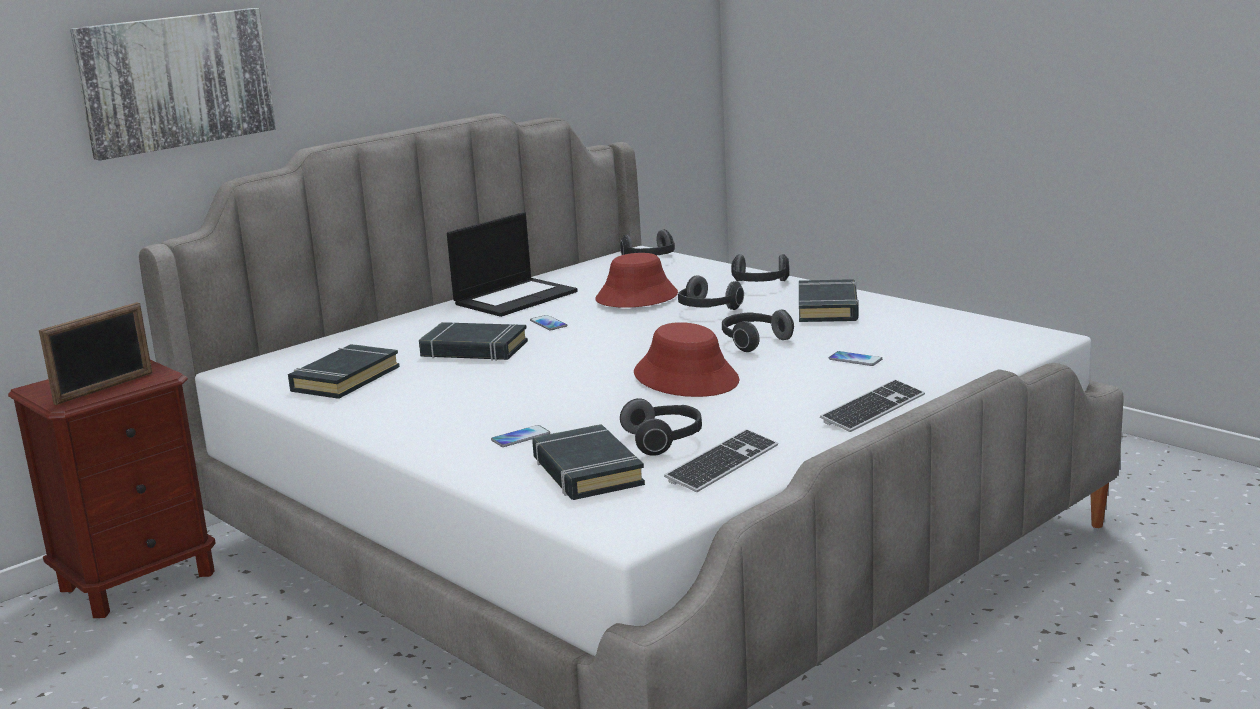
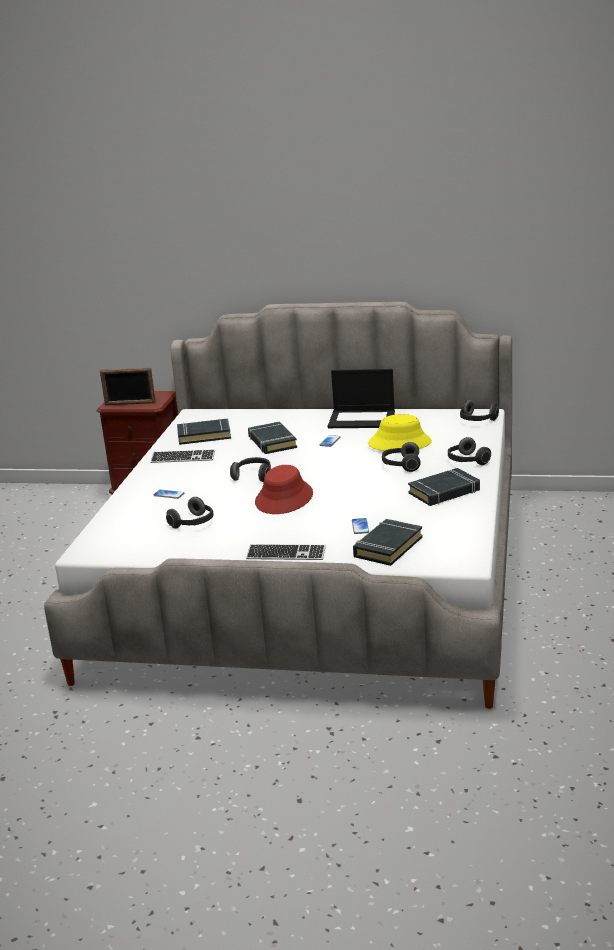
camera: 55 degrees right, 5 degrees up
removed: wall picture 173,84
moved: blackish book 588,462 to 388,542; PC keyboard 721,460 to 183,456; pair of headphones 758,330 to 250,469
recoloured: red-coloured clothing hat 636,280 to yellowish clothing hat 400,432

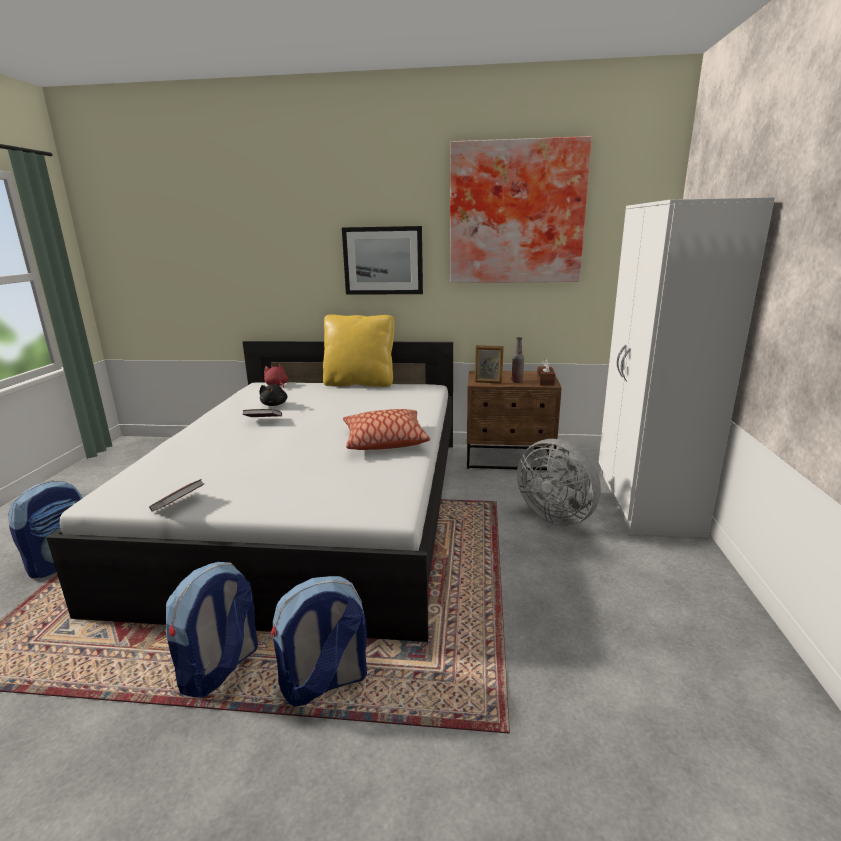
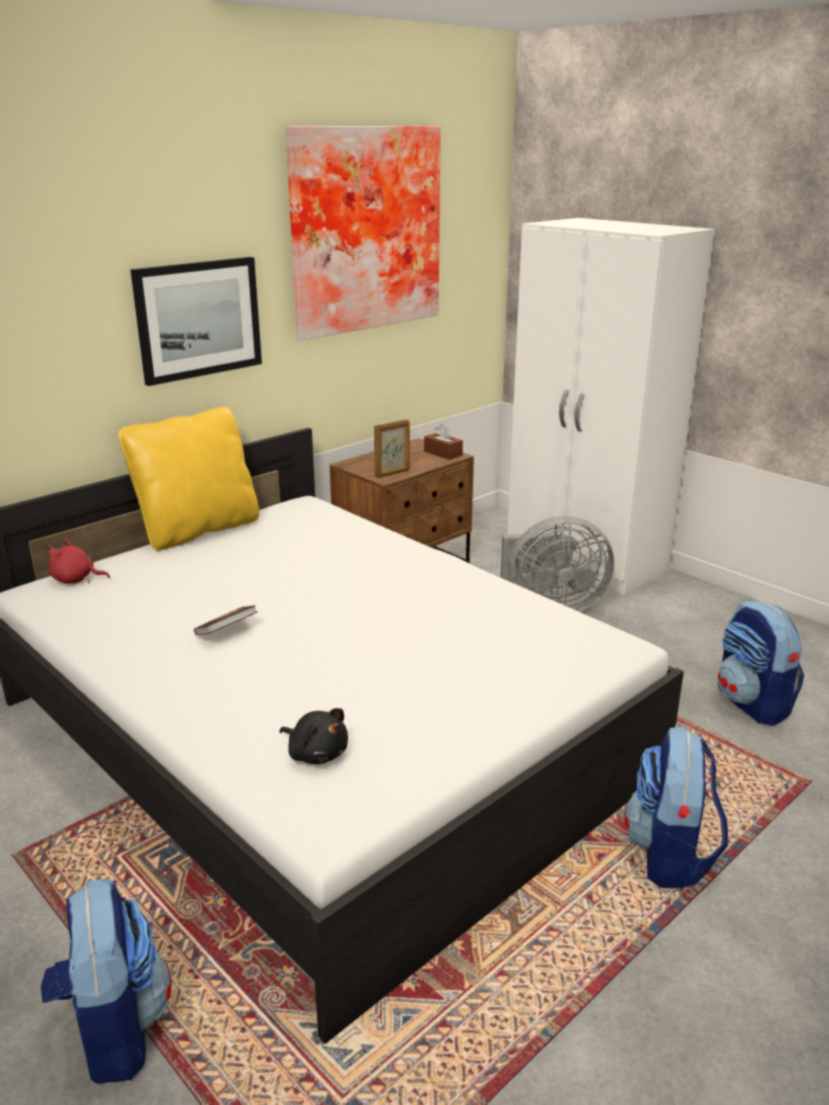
camera: 50 degrees left, 5 degrees up
removed: book 176,495; throw pillow 386,429; drink bottle 517,360
moved: knapsack 212,630 to 761,663; blackish plush toy 273,395 to 313,736

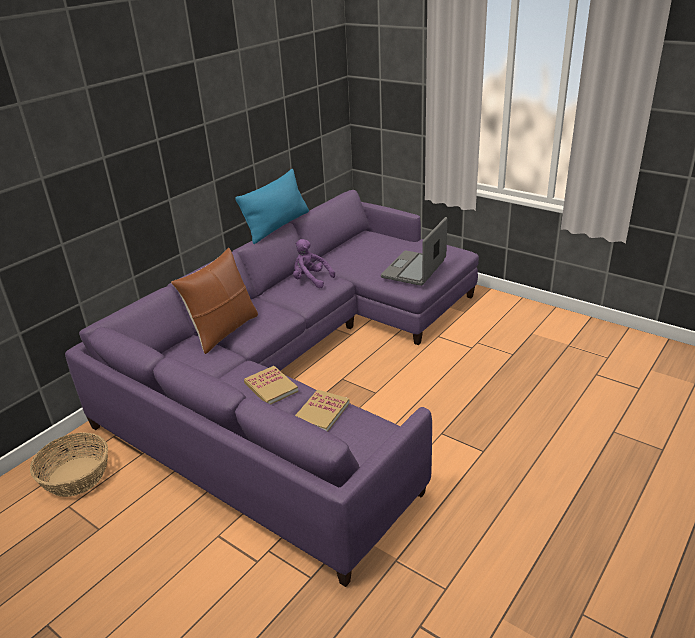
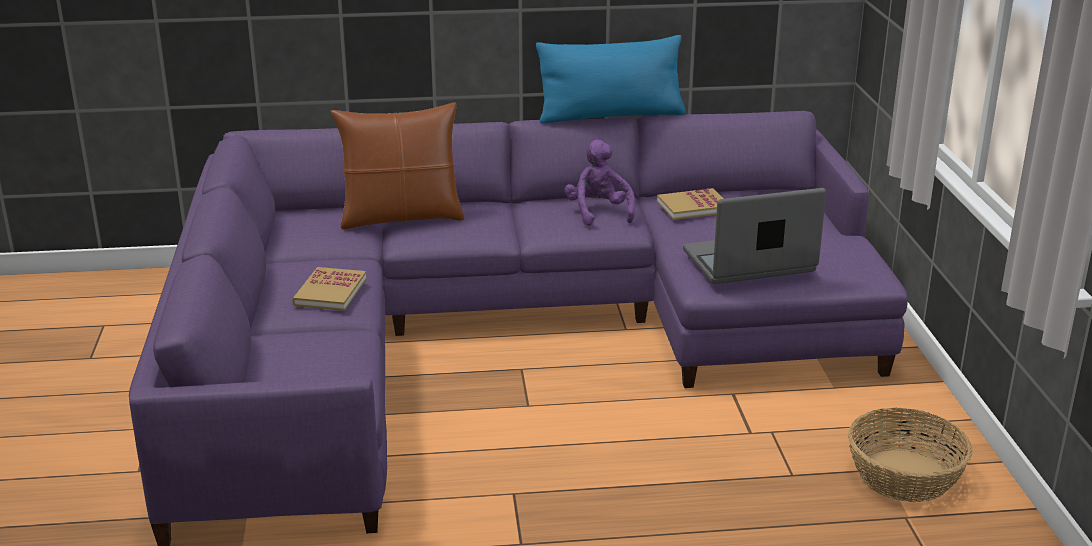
camera: 45 degrees right, 5 degrees down
moved: household basket 69,464 to 910,455; book 322,410 to 690,204

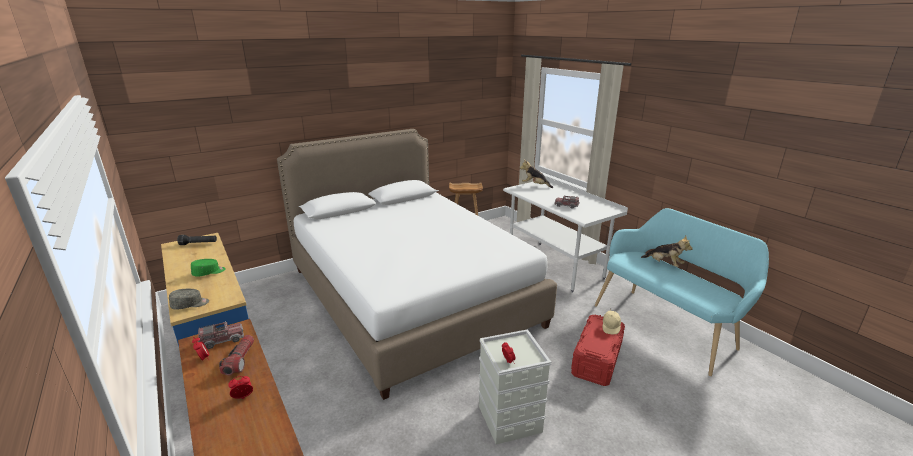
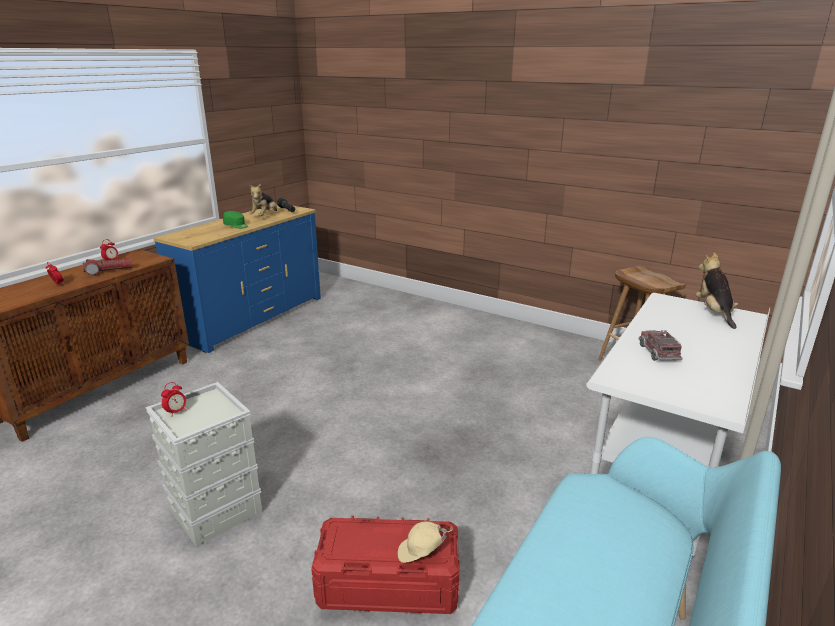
camera: 65 degrees right, 0 degrees up
removed: gray peaked cap 189,299; toy lorry 221,335; white-coloured bed 417,264
moved: plush toy 666,251 to 263,200

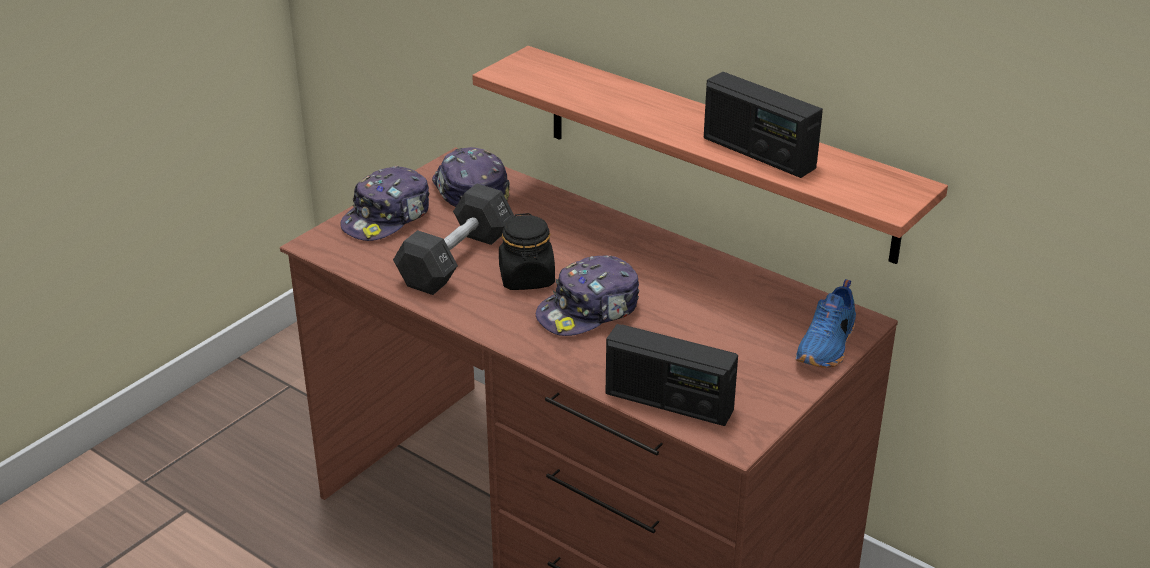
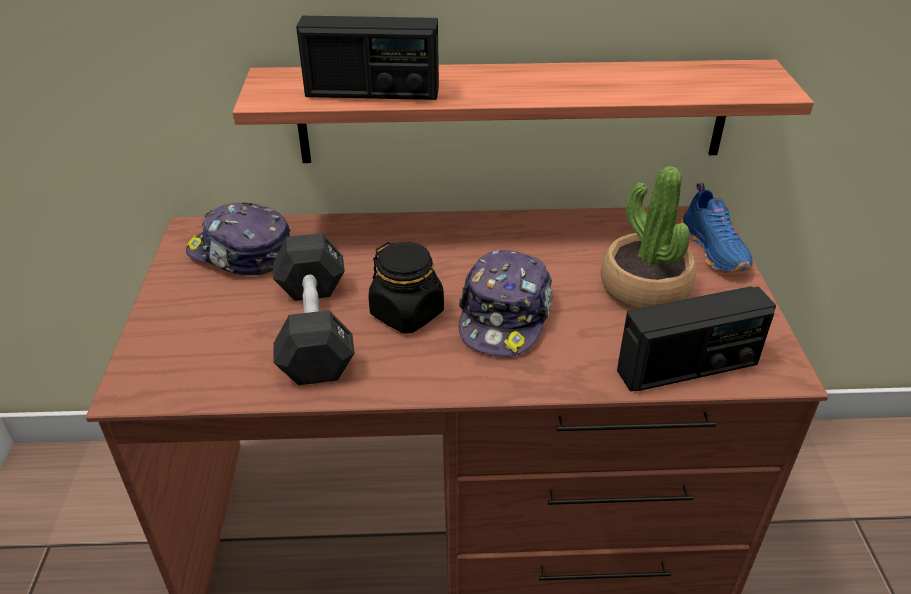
camera: 40 degrees left, 5 degrees up
removed: peaked cap 384,203
added: plant in a pot 648,237
moved: radio set 763,125 to 367,58

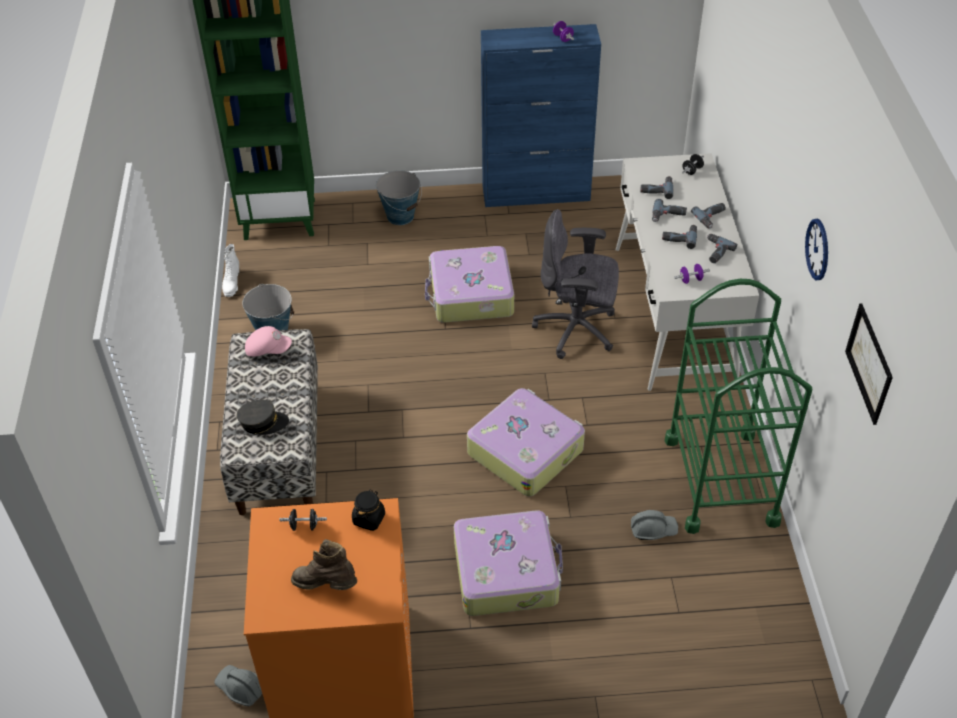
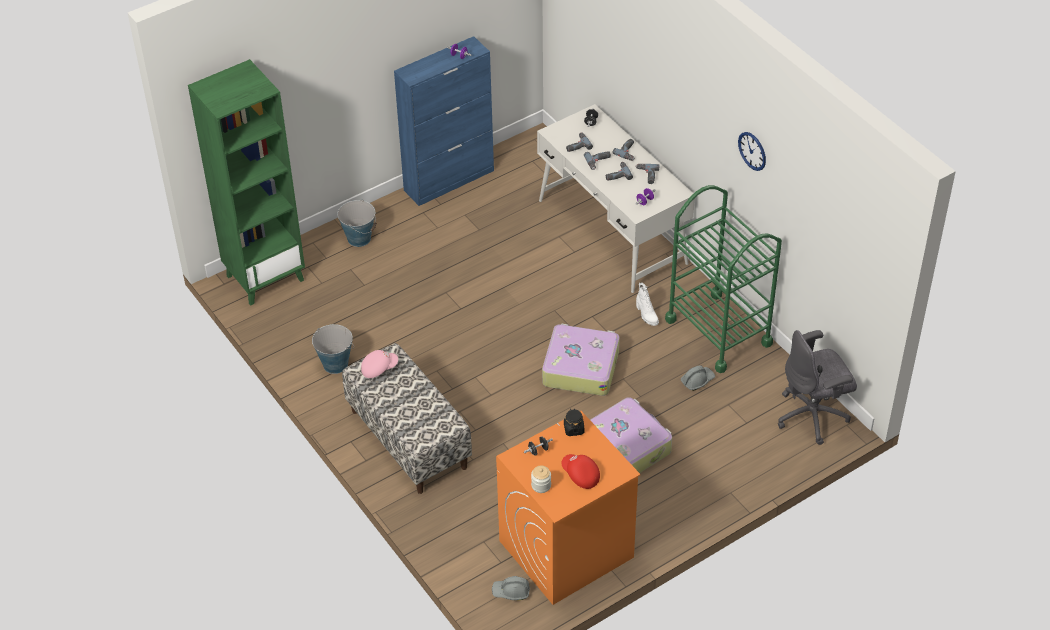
camera: 30 degrees left, 0 degrees up
removed: gray peaked cap 263,417; piece of luggage 469,284; wall picture 869,364
added: preserve jar 541,479
moved: white-coloured tall boot 230,270 to 647,304; gray office chair 575,284 to 817,387
replaced: brown-coloured tall boot 324,564 to red-coloured peaked cap 581,471

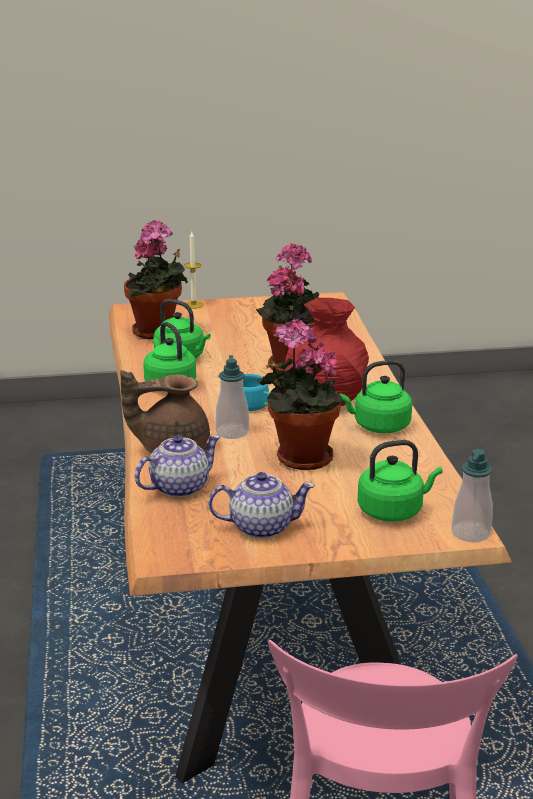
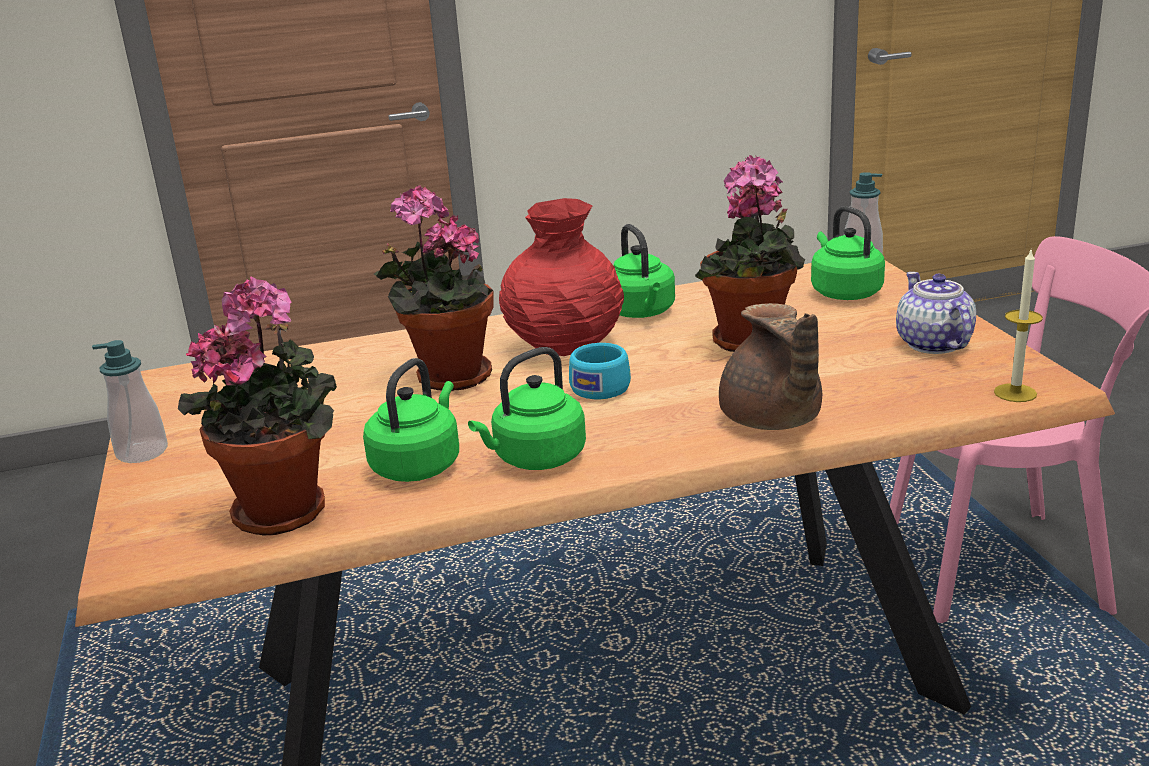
camera: 95 degrees left, 0 degrees up
removed: tea pot 178,466
moved: wax light 194,270 to 1018,325; soap bottle 232,397 to 130,401

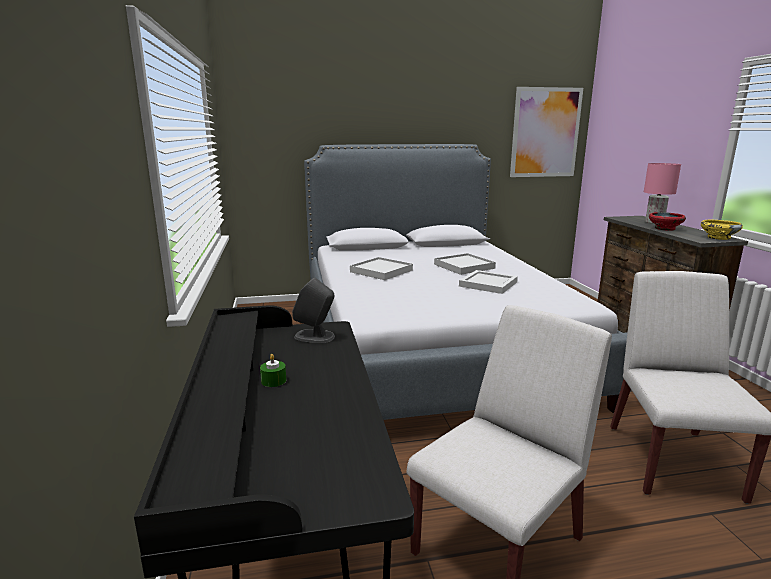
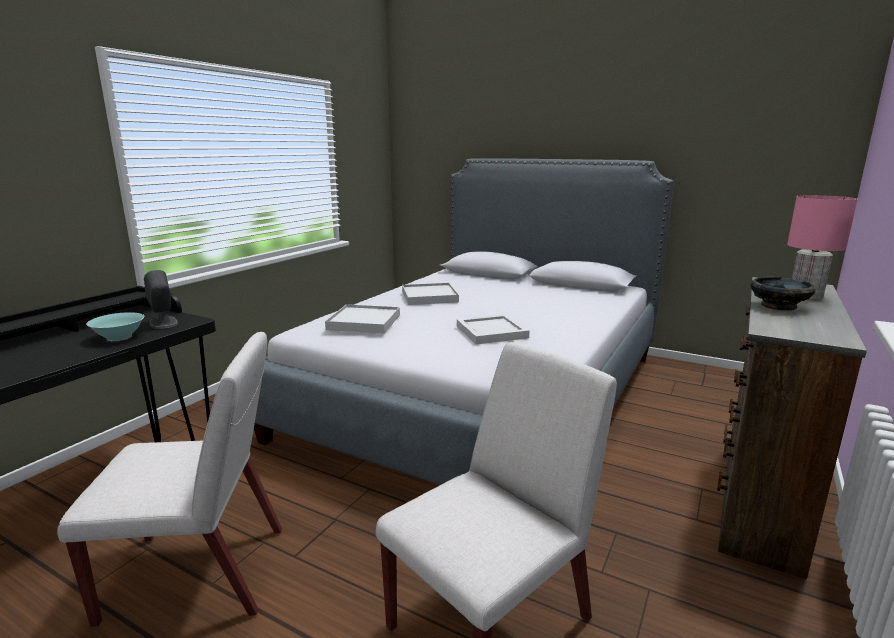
camera: 40 degrees right, 0 degrees up
removed: greenish wax light 273,370; wall picture 546,132; yellowish serving bowl 722,230
added: turquoise-coloured serving bowl 115,326
moved: white-coloured carrying tray 465,264 to 362,319
recoloured: red-coloured serving bowl 667,221 to blackish serving bowl 783,294

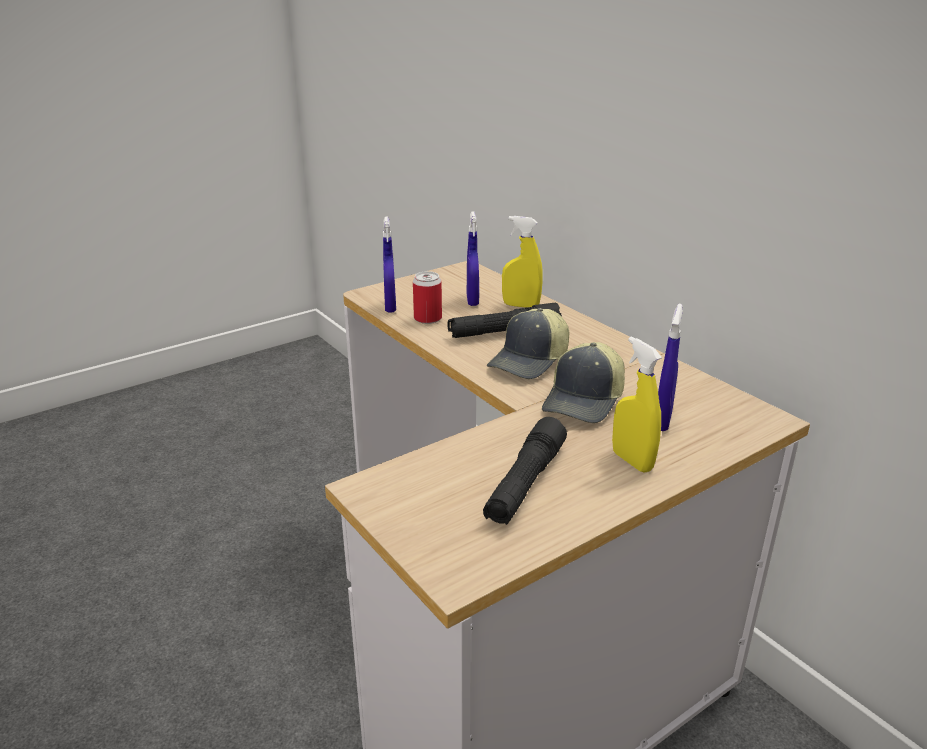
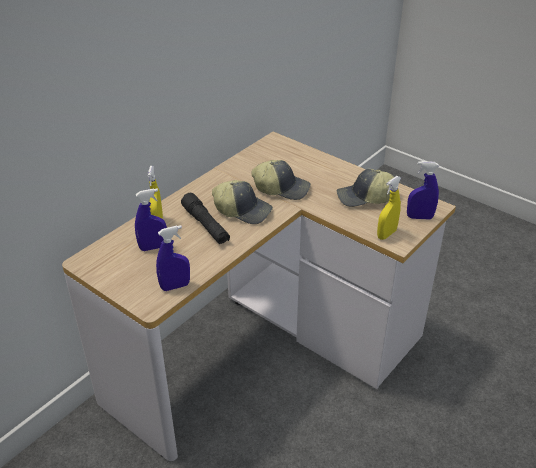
camera: 105 degrees left, 10 degrees up
removed: metal can 427,297
moved: yellowish sprayer 637,405 to 389,208; blue sprayer 670,367 to 423,190
replaced: blackish hand torch 525,471 to peaked cap 365,188

